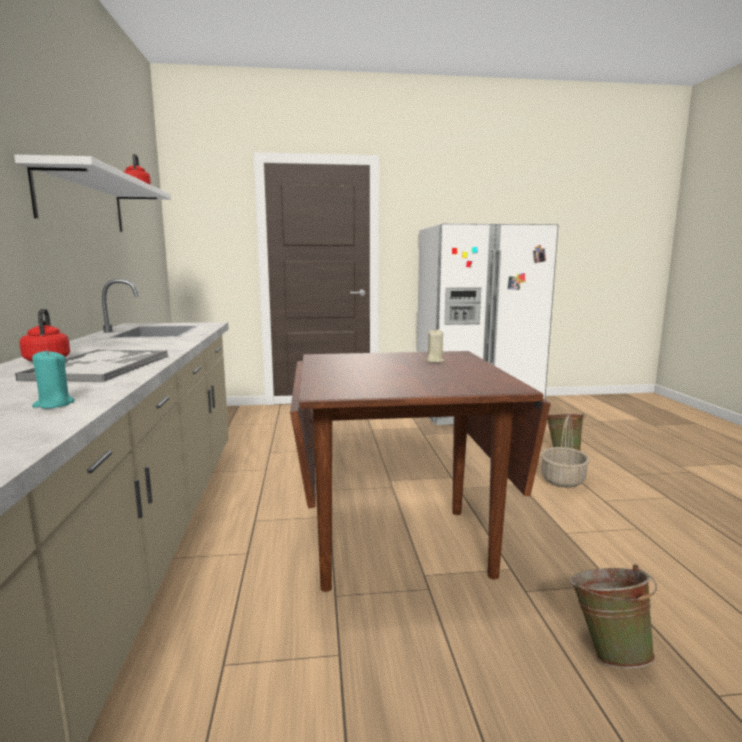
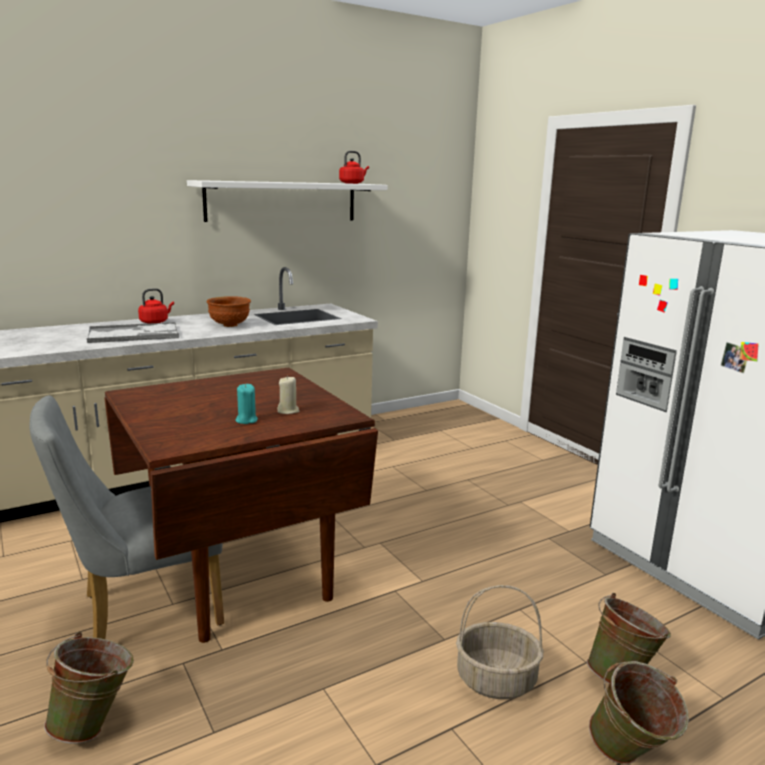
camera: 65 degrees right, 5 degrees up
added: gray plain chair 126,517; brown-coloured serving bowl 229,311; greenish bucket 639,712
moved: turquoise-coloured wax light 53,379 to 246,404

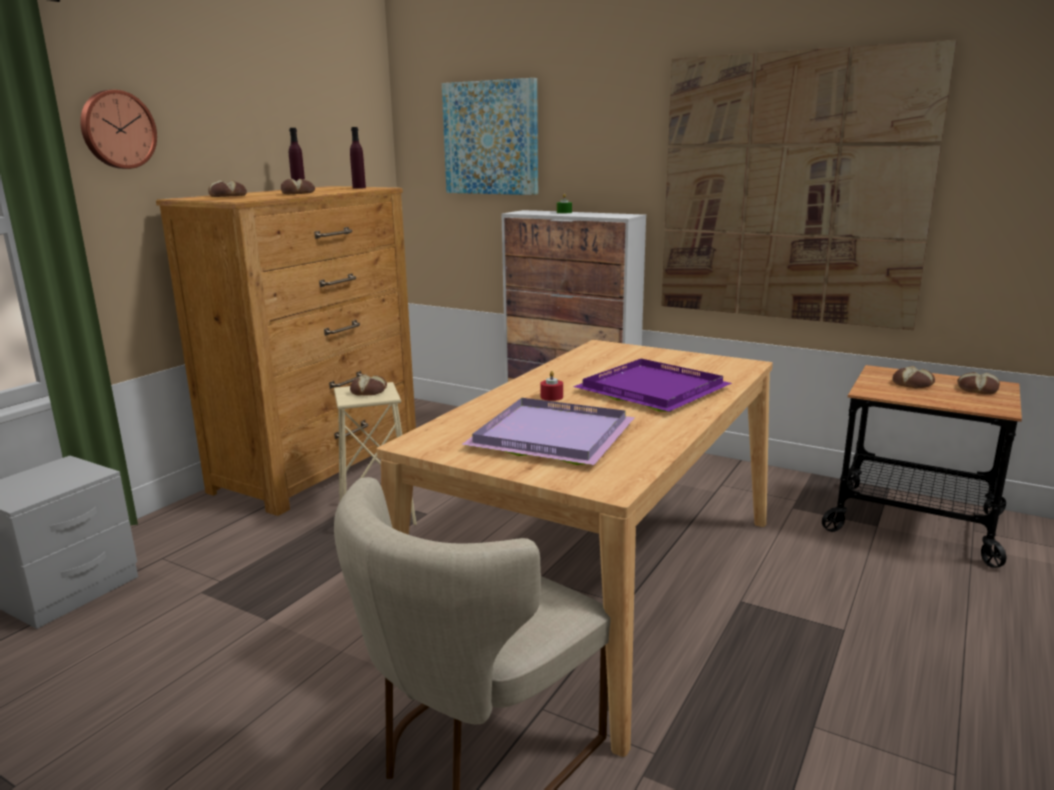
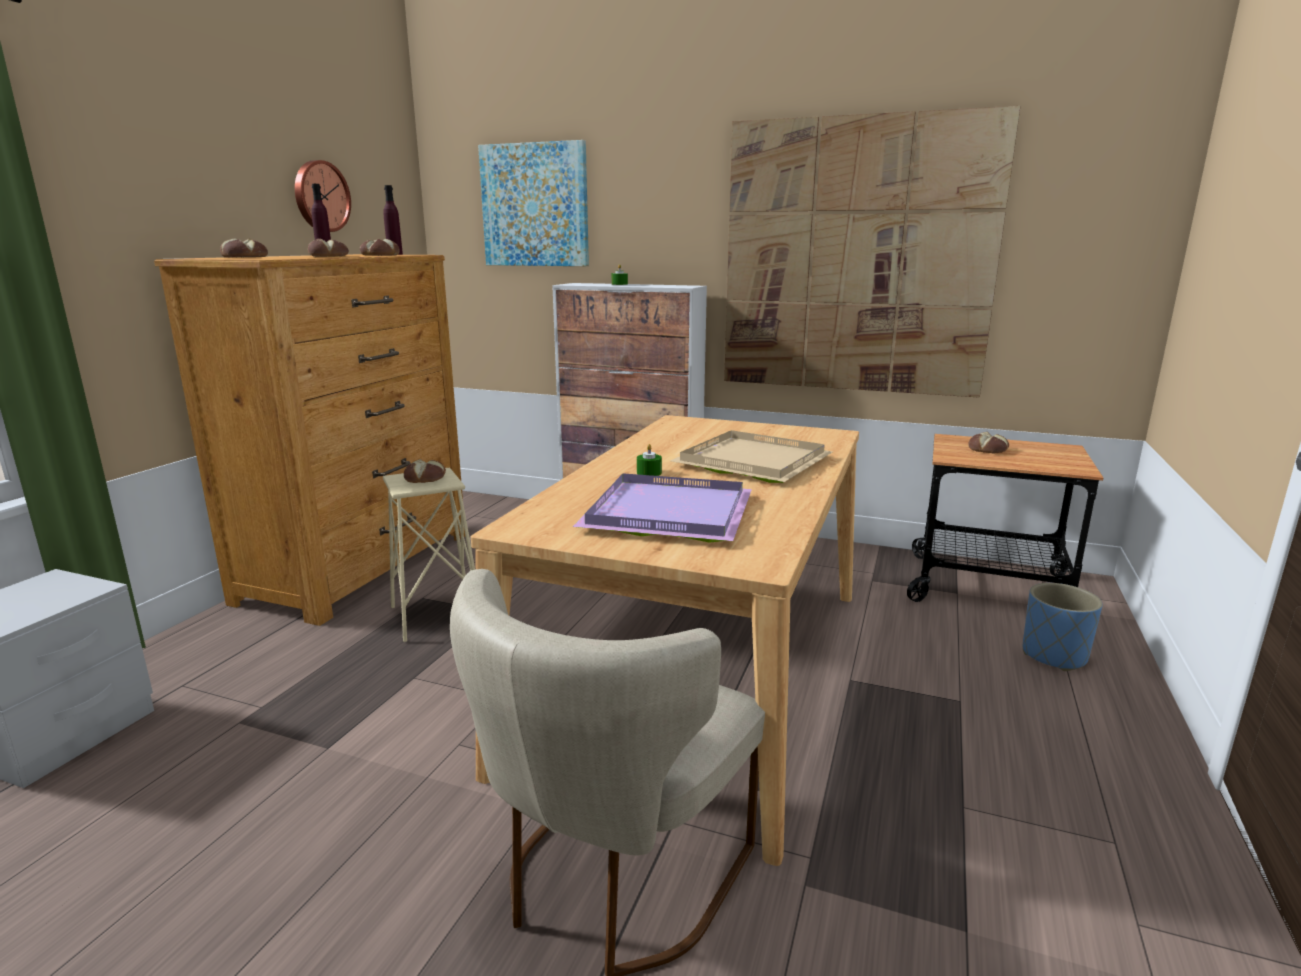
camera: 10 degrees left, 0 degrees up
added: blue planter 1063,627
moved: clock on the wall 118,129 to 323,196; bakery bread 978,383 to 380,247
recoloured: red-coloured wax light 551,386 to greenish wax light 649,460; purple-coloured carrying tray 652,385 to beige-coloured carrying tray 751,456

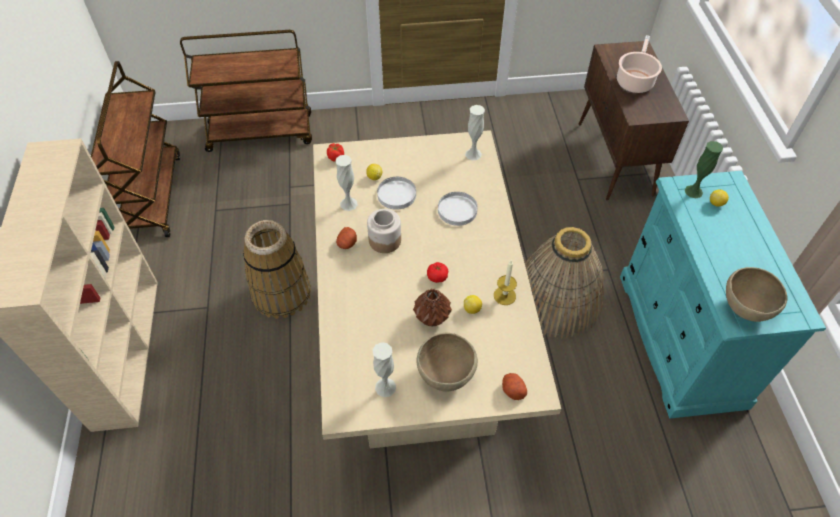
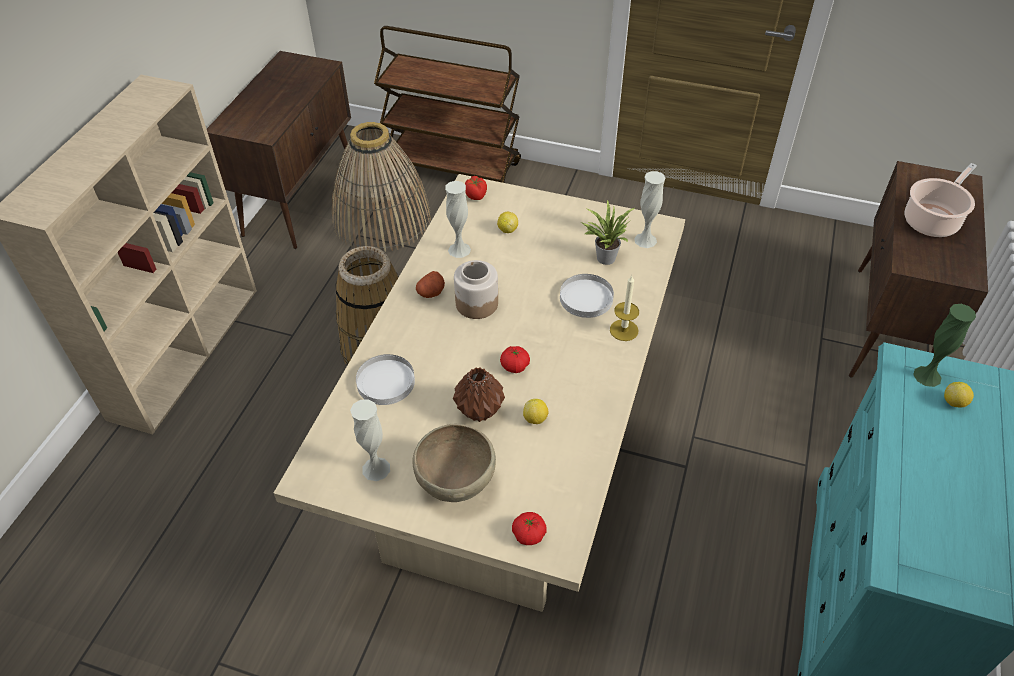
camera: 25 degrees right, 5 degrees down
removed: brown-coloured serving bowl 757,294
added: plant in a pot 608,232
moved: white-coloured dinner plate 396,193 to 385,379; wax light 505,282 to 624,308; household basket 564,282 to 381,187
replaced: brown-coloured wheeled cart 135,149 to brown-coloured storage cabinet 279,150; whole potato 514,386 to fresh tomato 529,528

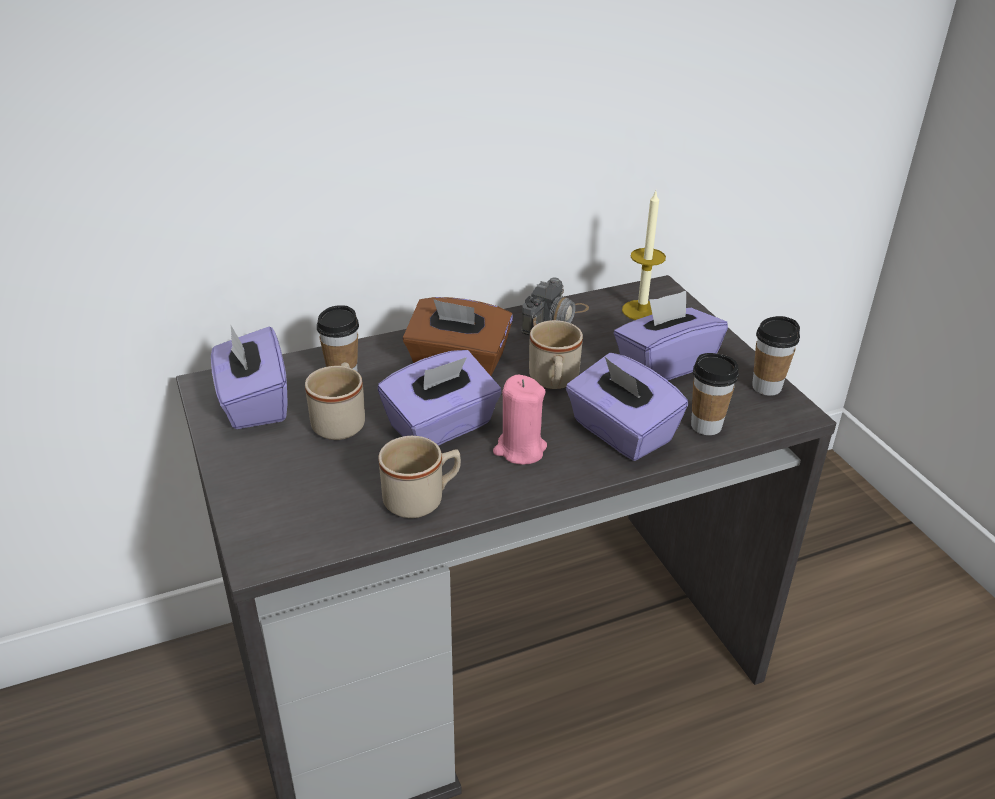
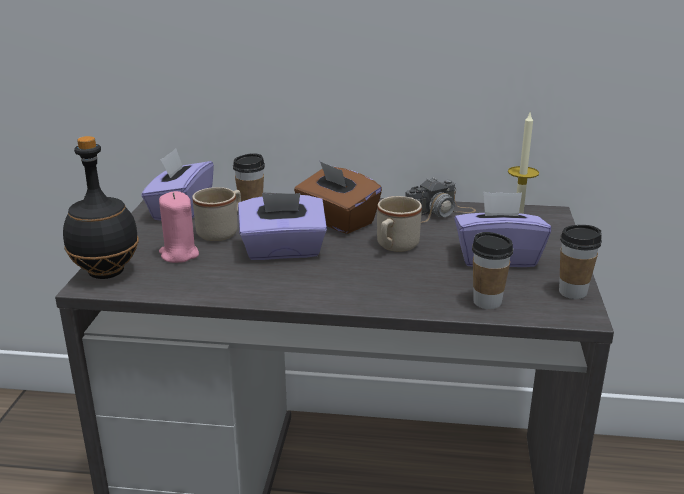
camera: 30 degrees right, 10 degrees down
removed: beige-coloured mug 419,477; purple-coloured tissue box 627,407
added: blackish drink bottle 101,207
moved: pink-coloured wax light 520,419 to 179,227

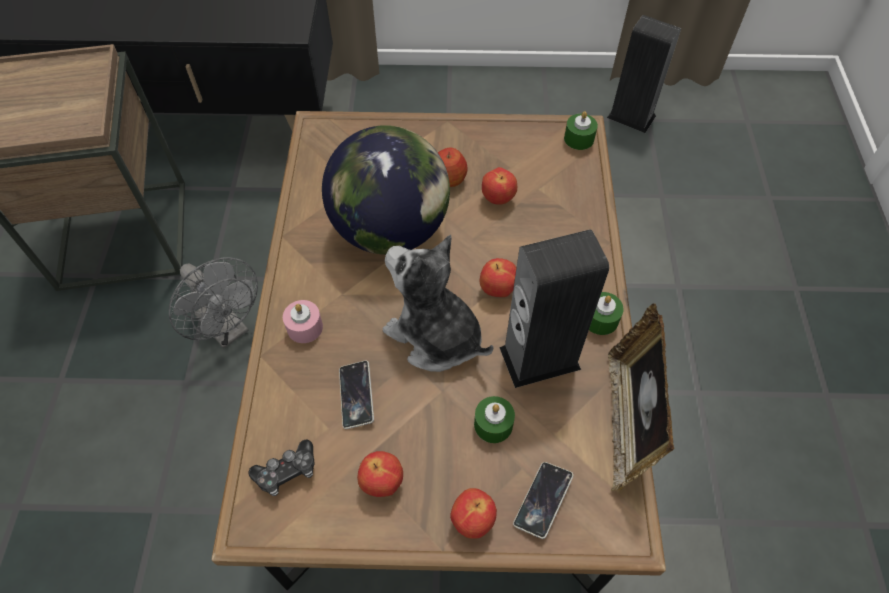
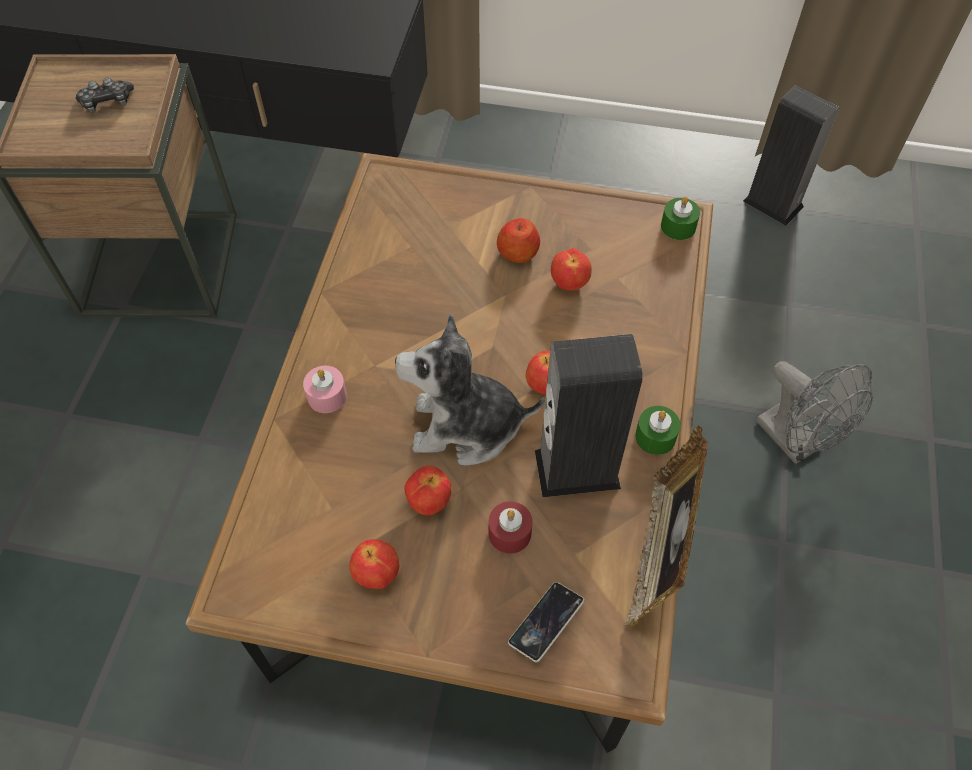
camera: 10 degrees right, 0 degrees up
removed: desk globe 386,190; telephone 356,394
moved: gray electric fan 213,302 to 814,412; gamepad 282,467 to 105,95; apple 473,513 to 427,490
recoloured: greenish wax light 494,419 to red-coloured wax light 510,527
turned: plush toy 438,303 = 470,389 45 degrees counterclockwise

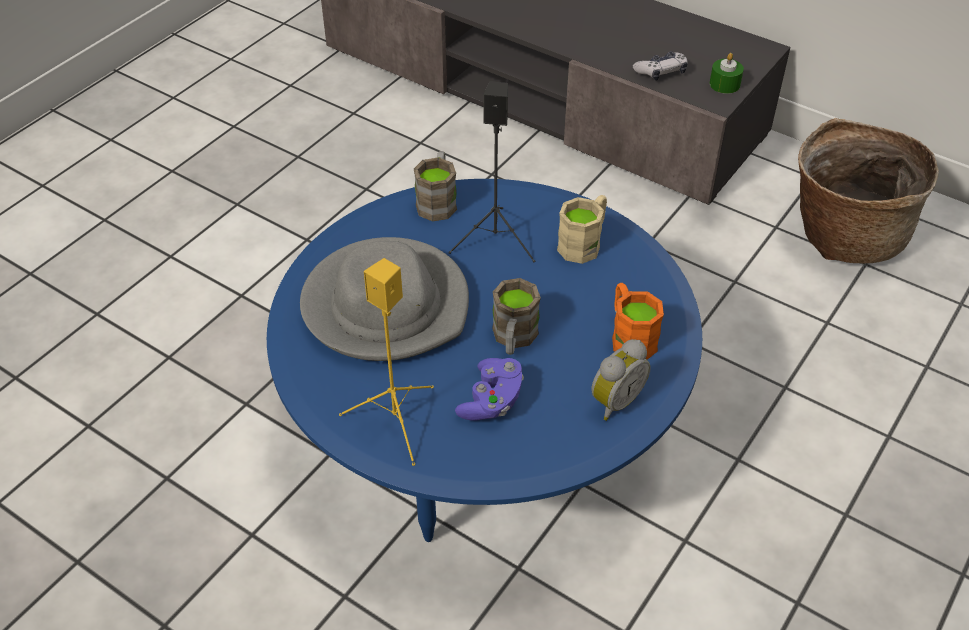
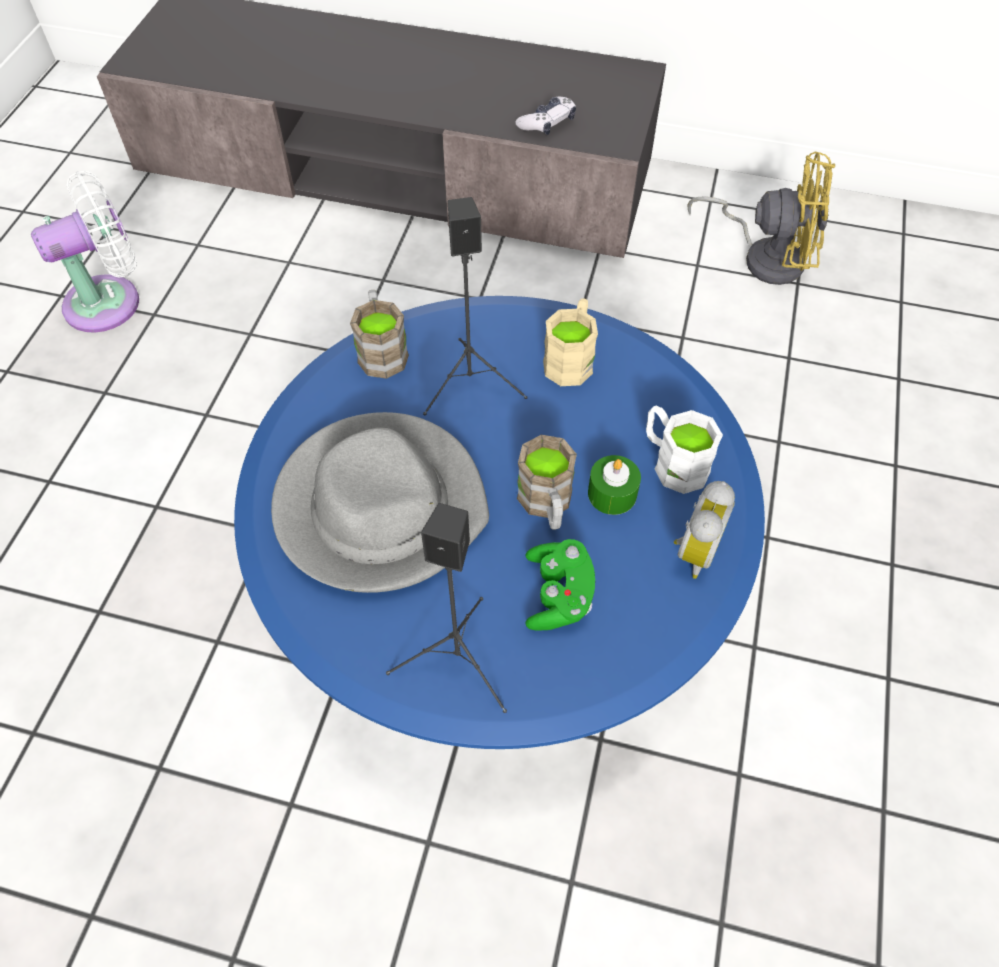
camera: 20 degrees left, 10 degrees up
added: white-coloured electric fan 85,252
moved: greenish wax light 727,73 to 614,485
replaced: household basket 868,190 to yellowish electric fan 761,218
recoloured: yellowish loudspeaker 386,362 to blackish loudspeaker 446,608; purple-coloured gamepad 489,389 to greenish gamepad 560,585; orange-coloured mug 638,321 to white-coloured mug 684,450

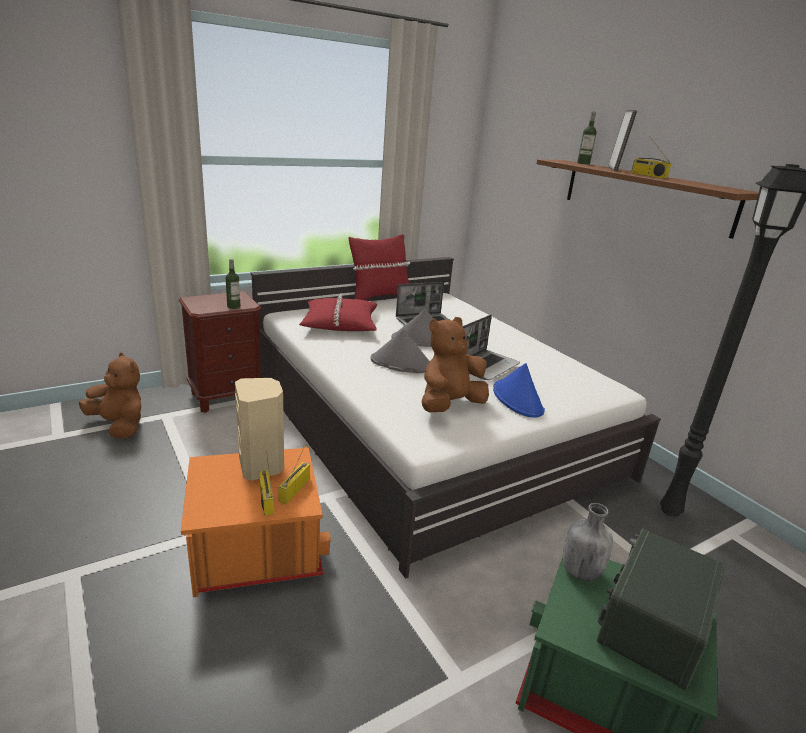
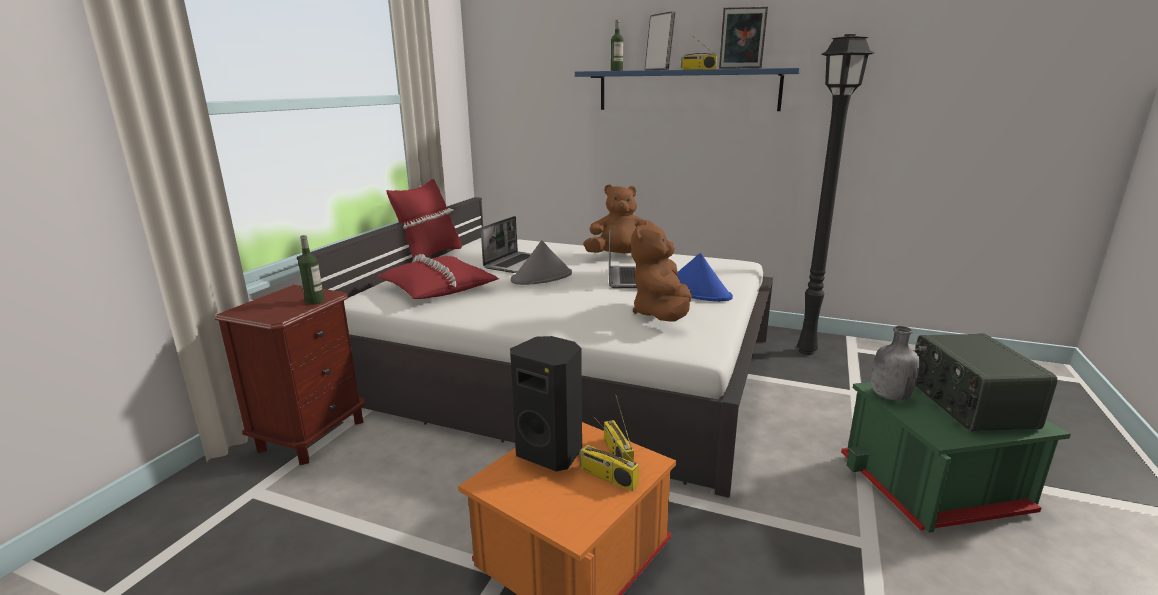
camera: 35 degrees left, 5 degrees down
removed: gray clothing hat 400,351
added: photo frame 743,38
moved: brown-coloured plush toy 110,395 to 619,219
recoloured: beige-coloured loudspeaker 259,429 to blackish loudspeaker 546,404; brown-coloured wall shelf 648,199 to blue wall shelf 688,89

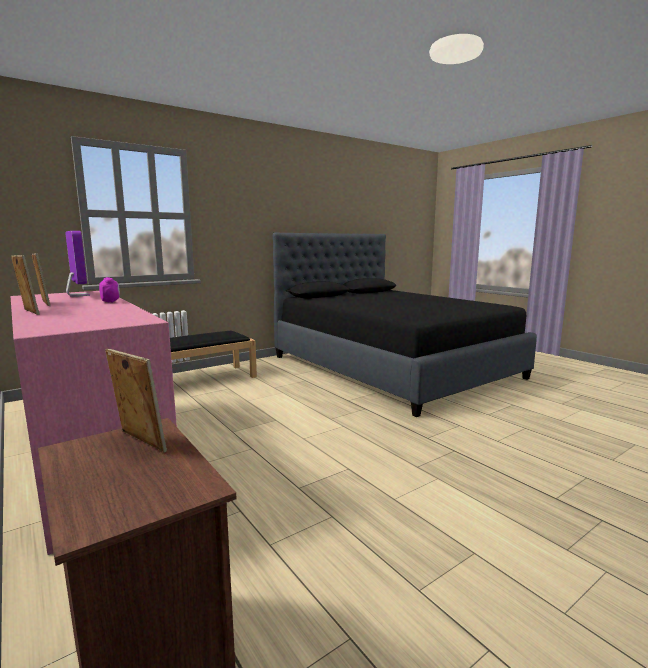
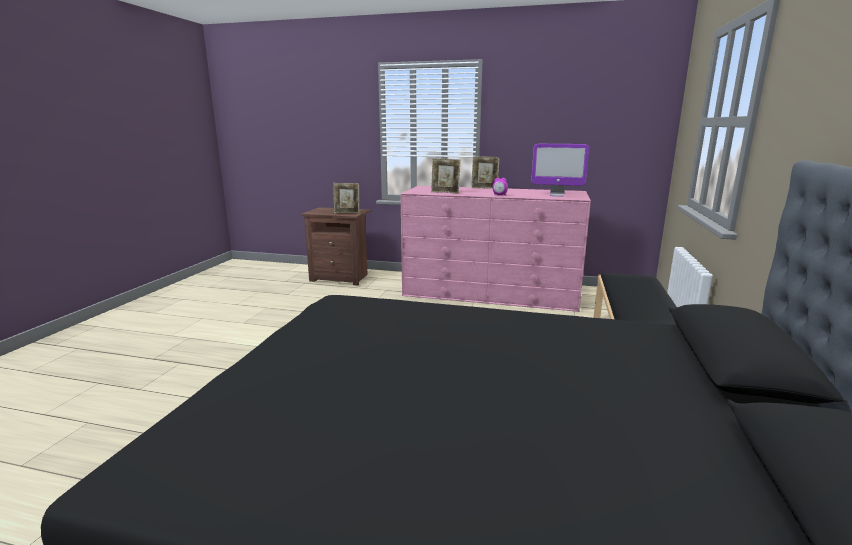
camera: 140 degrees right, 5 degrees up
moved: photo frame 41,279 to 446,175

